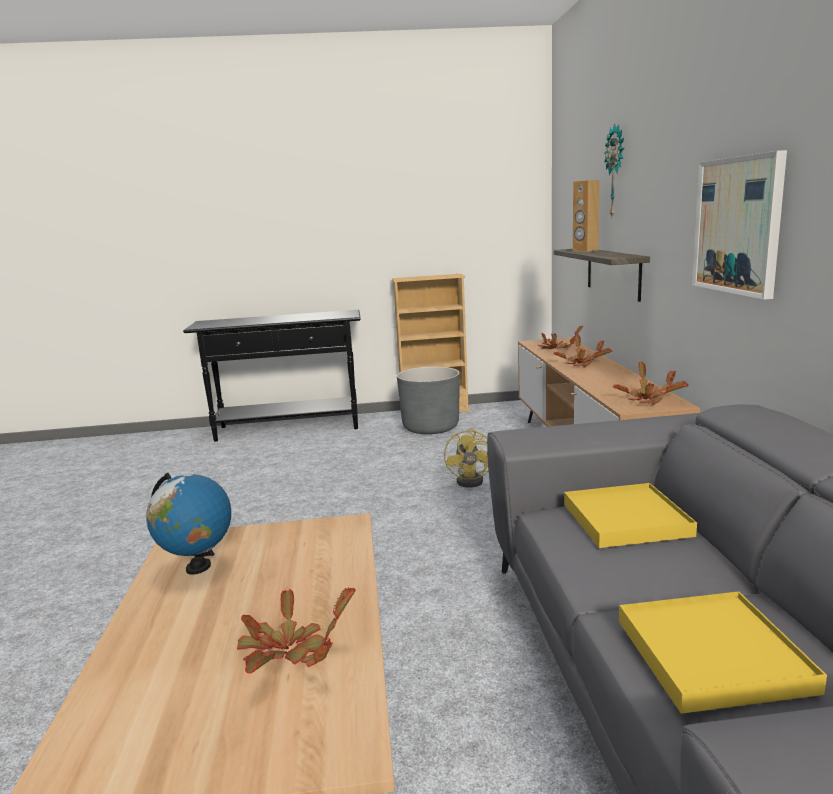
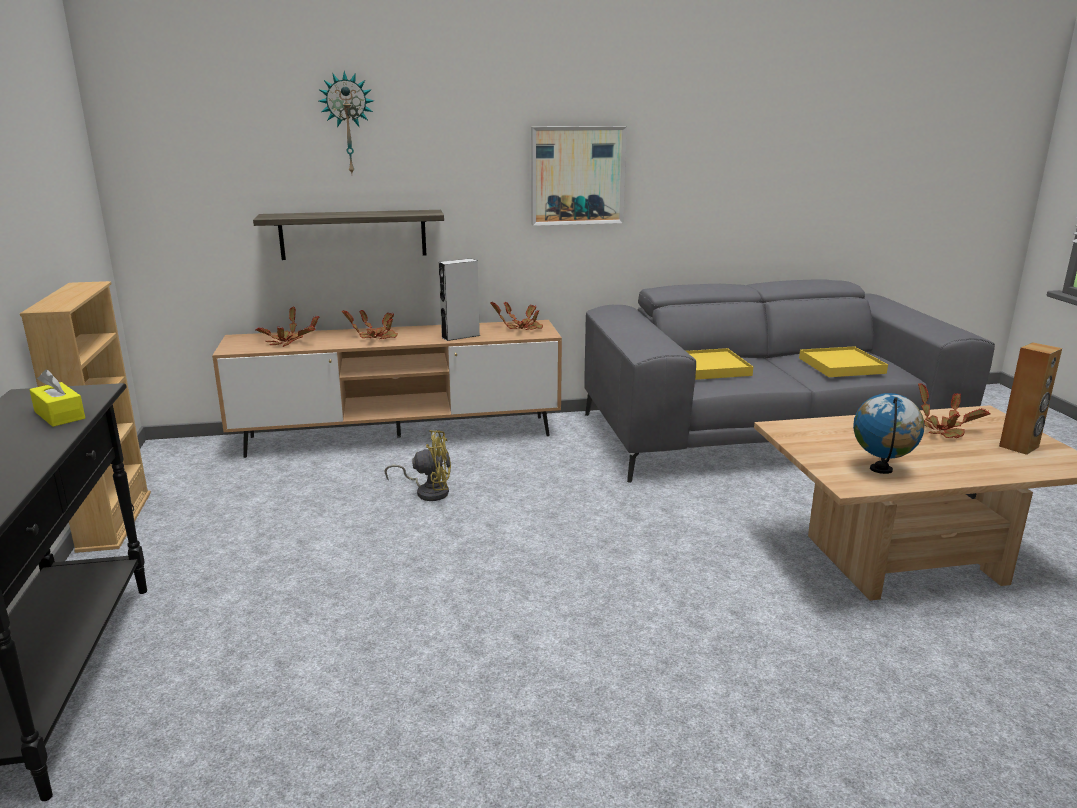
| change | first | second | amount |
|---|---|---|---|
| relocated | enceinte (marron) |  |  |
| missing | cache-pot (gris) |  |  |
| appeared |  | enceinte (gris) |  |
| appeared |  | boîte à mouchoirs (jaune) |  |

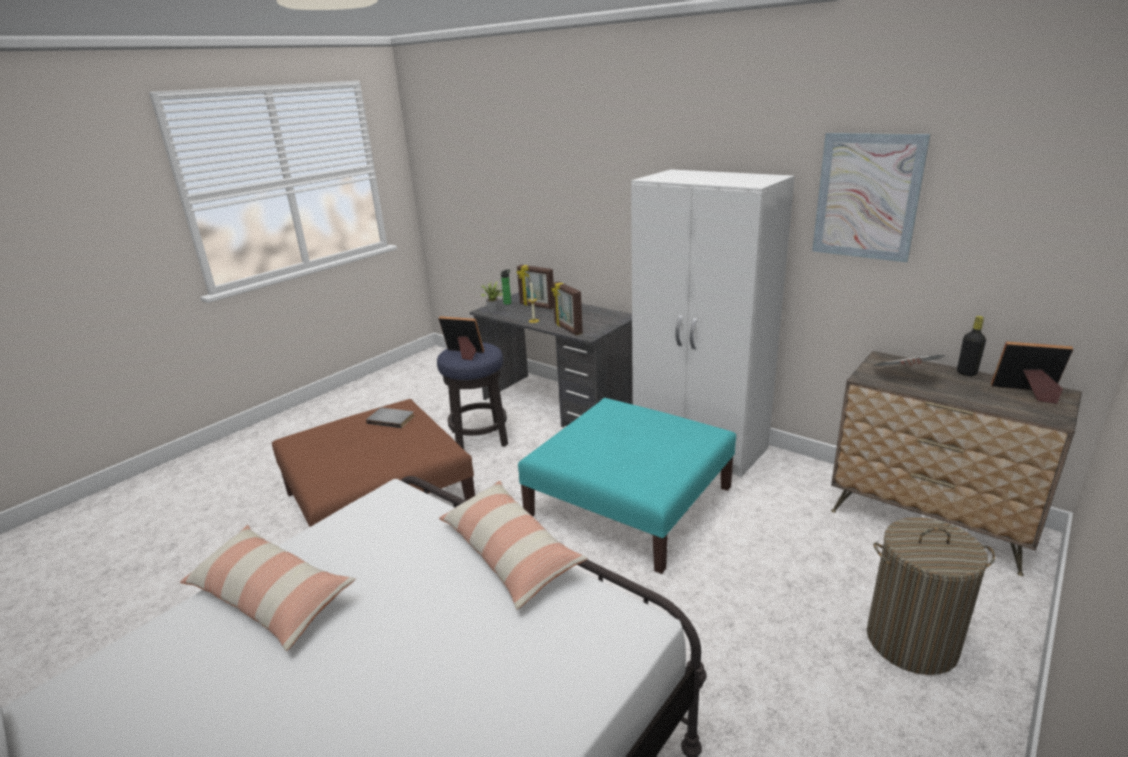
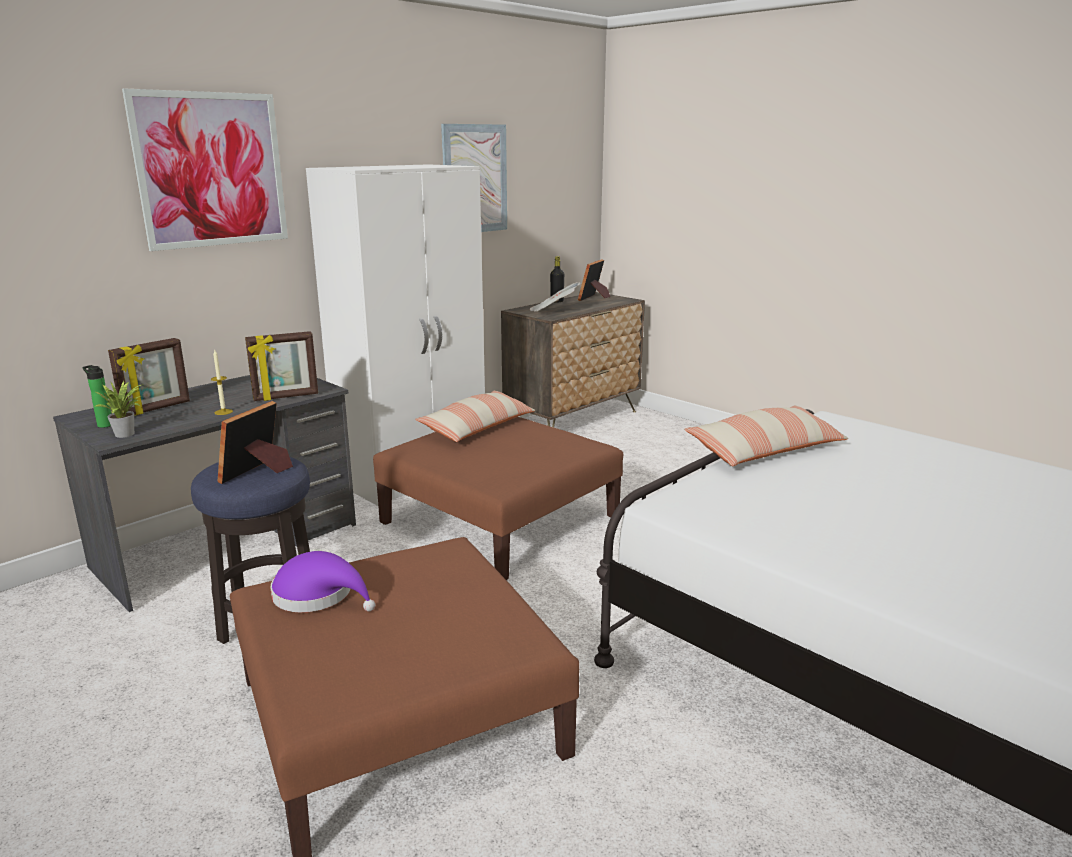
| change | first | second | amount |
|---|---|---|---|
| colour | pouf (turquoise) | pouf (marron) (no. 2 from left) |  |
| exchanged | livre (gris) | chapeau (violet) |  |
| missing | panier à linge |  |  |
| relocated | coussin (no. 1 from left) |  |  |
| appeared |  | tableau (no. 1 from left) |  |

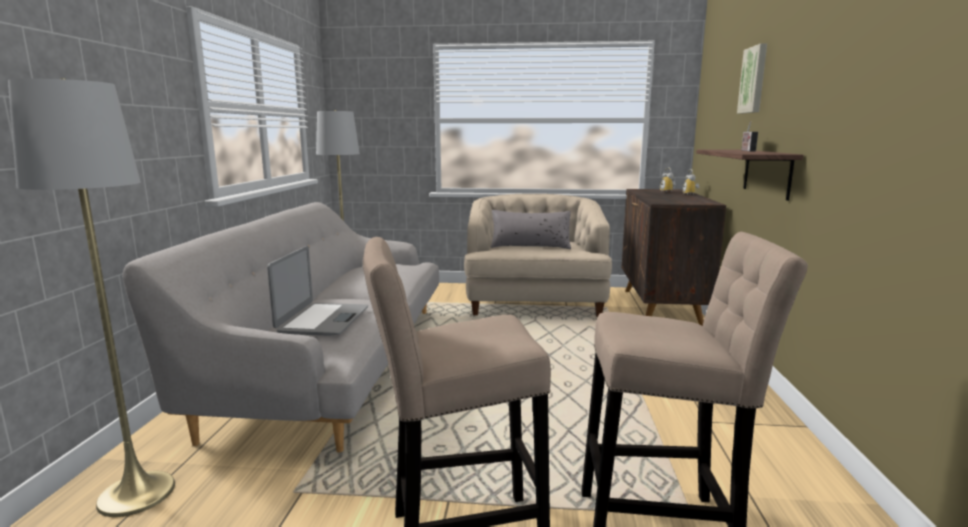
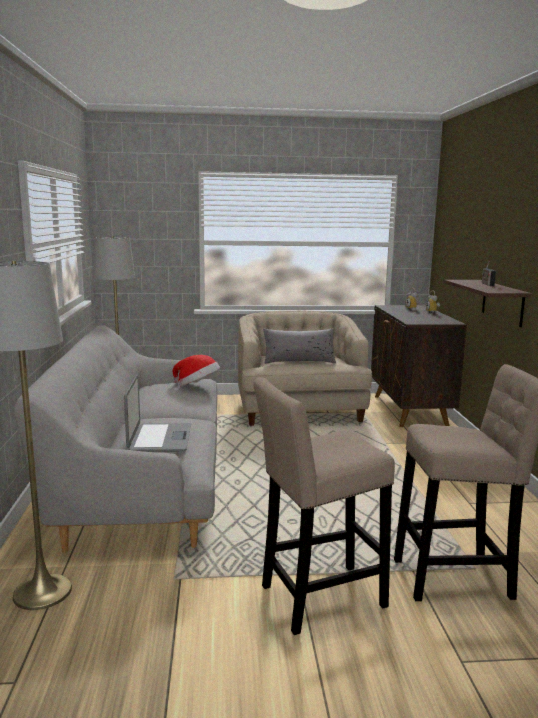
| change | first | second | amount |
|---|---|---|---|
| missing | tableau |  |  |
| appeared |  | chapeau |  |

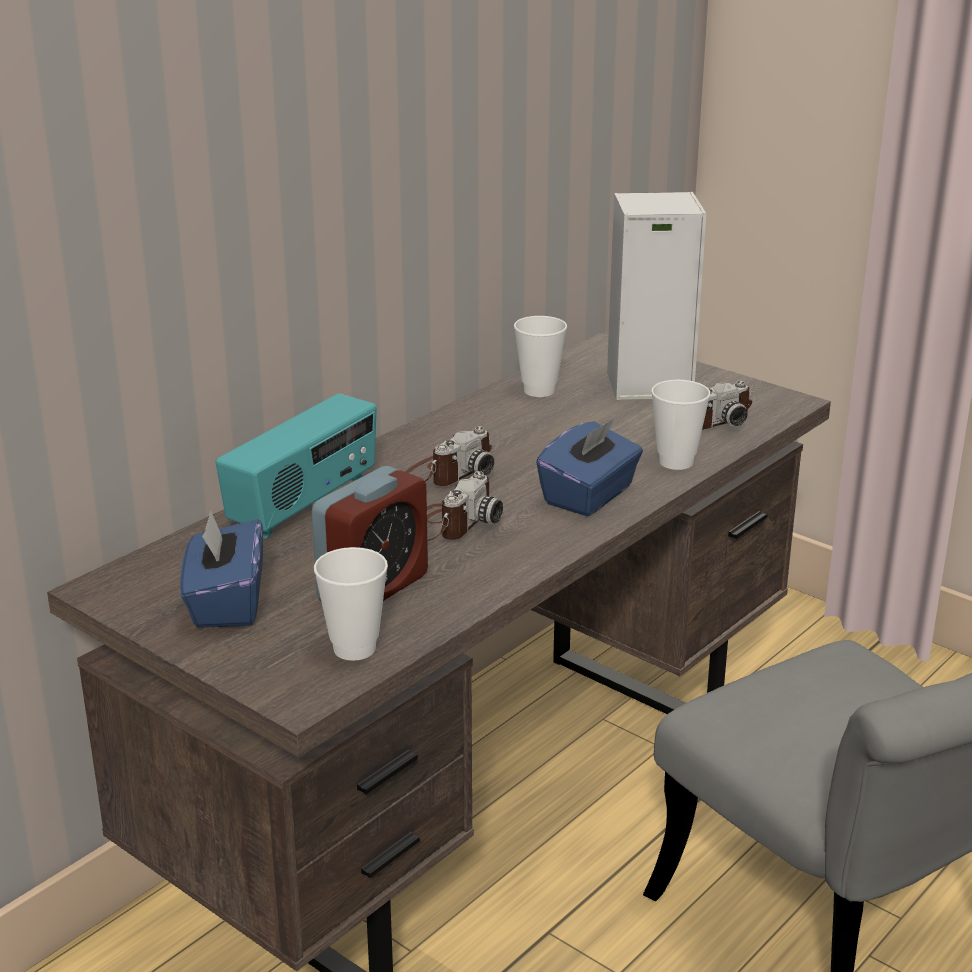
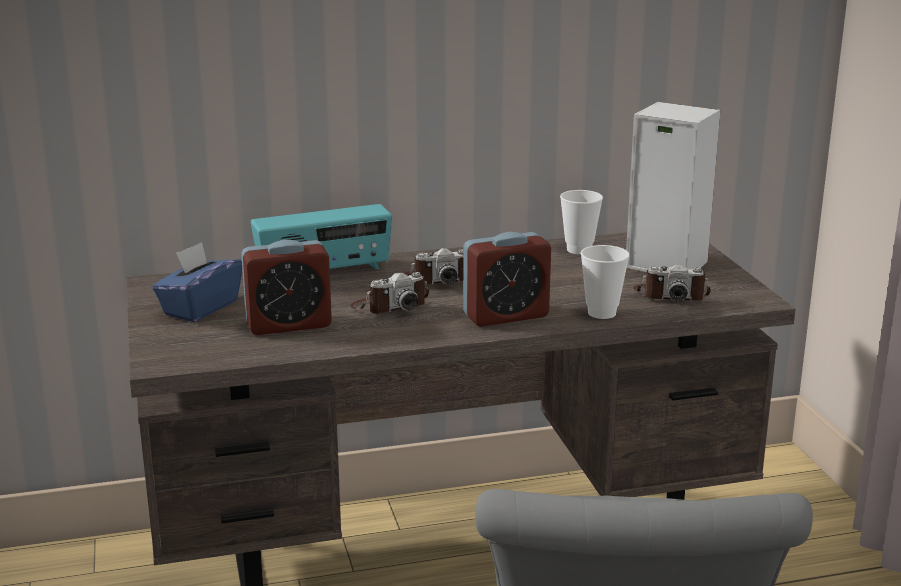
| change | first | second | amount |
|---|---|---|---|
| exchanged | boîte à mouchoirs (bleu) (no. 2 from left) | réveil (no. 2 from left) |  |
| missing | tasse (no. 1 from left) |  |  |

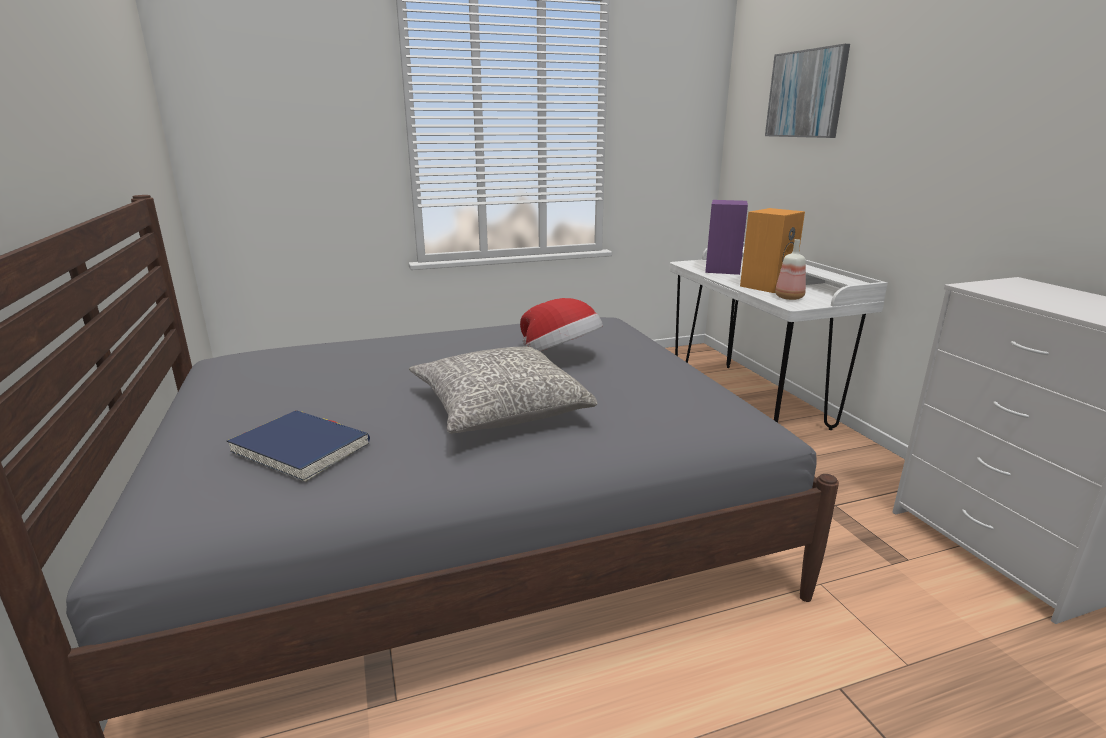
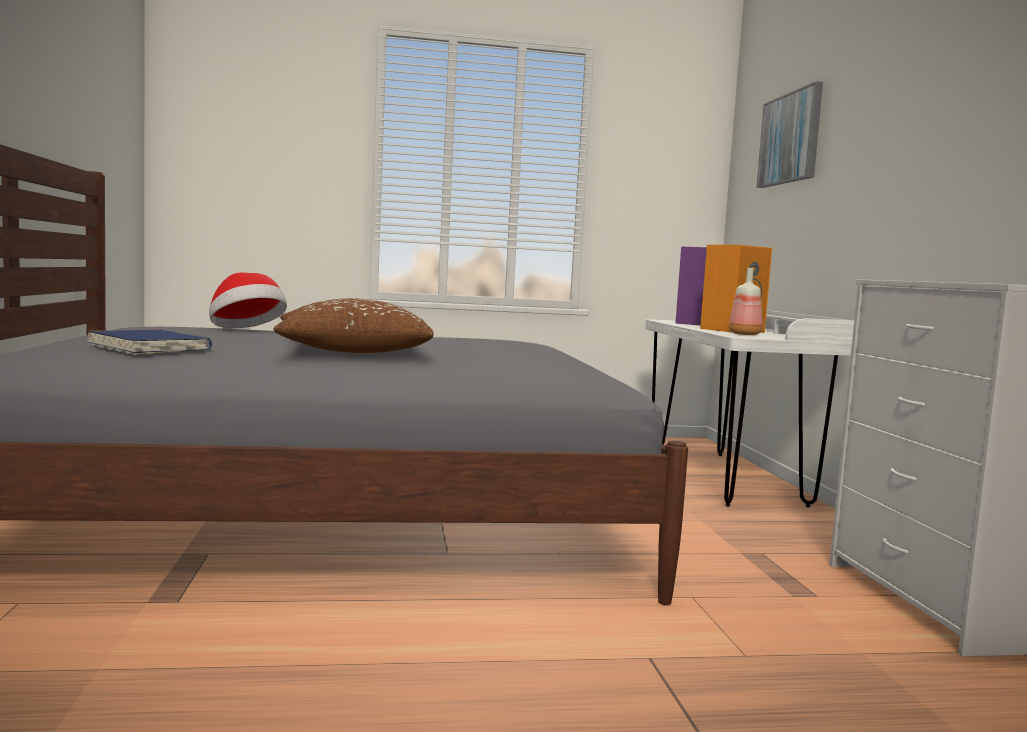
| change | first | second | amount |
|---|---|---|---|
| relocated | chapeau |  |  |
| colour | coussin (gris) | coussin (marron) |  |

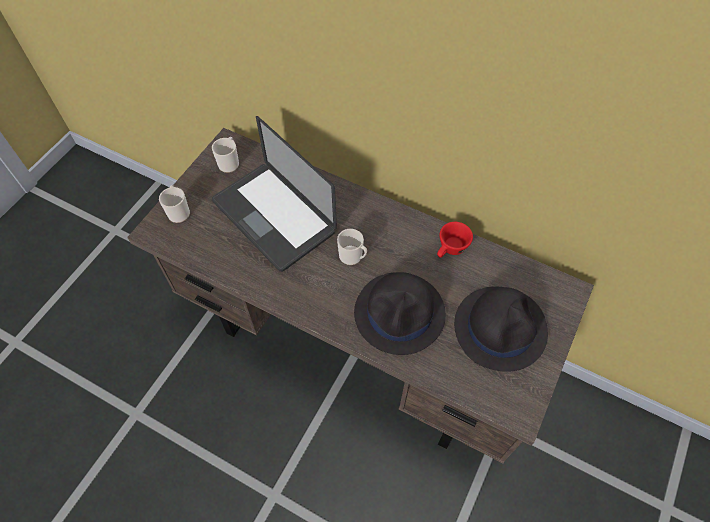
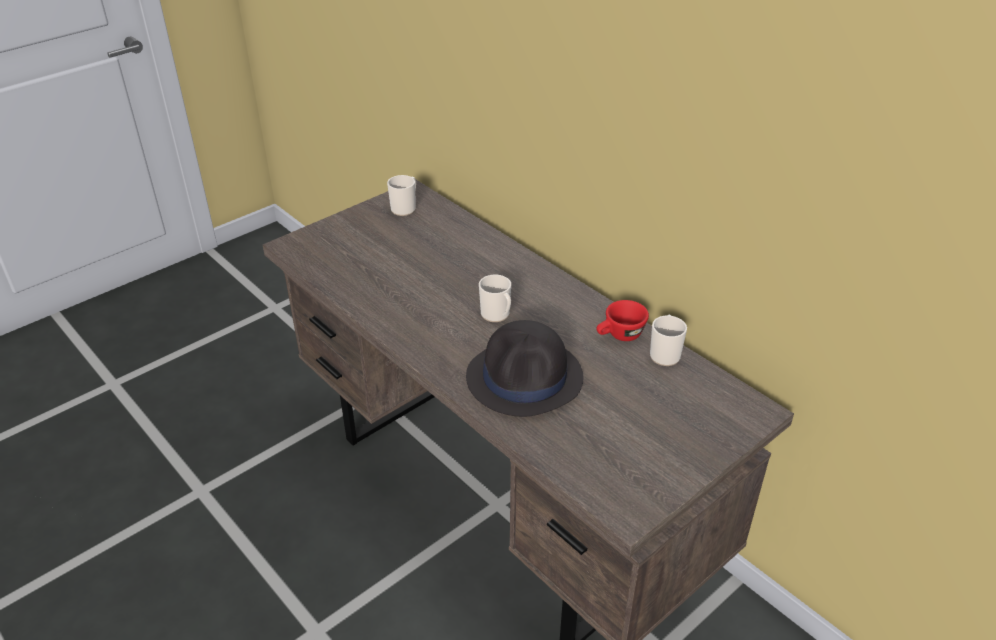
| change | first | second | amount |
|---|---|---|---|
| missing | ordinateur portable |  |  |
| relocated | mug (no. 1 from left in the first image) | mug (no. 3 from left) |  |
| missing | chapeau (noir) (no. 2 from left) |  |  |

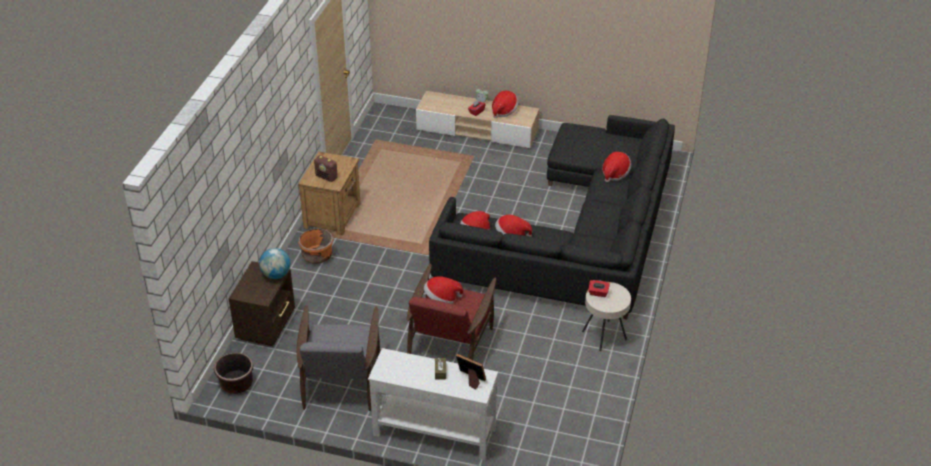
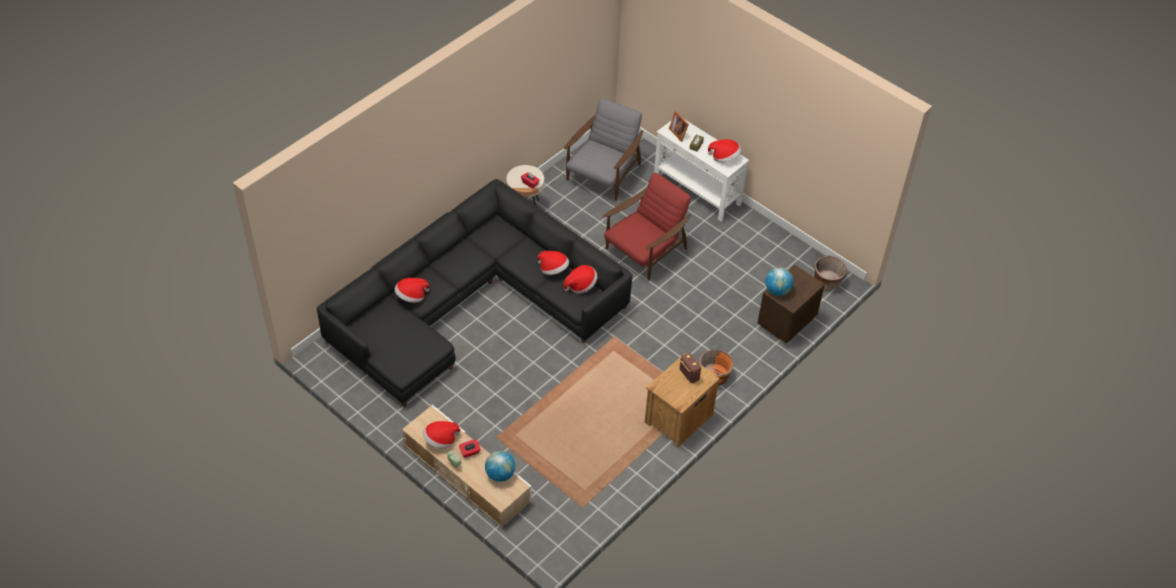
| change | first | second | amount |
|---|---|---|---|
| relocated | chapeau (no. 1 from left in the first image) | chapeau (no. 5 from left) |  |
| relocated | fauteuil (gris) |  |  |
| appeared |  | globe (no. 1 from left) |  |

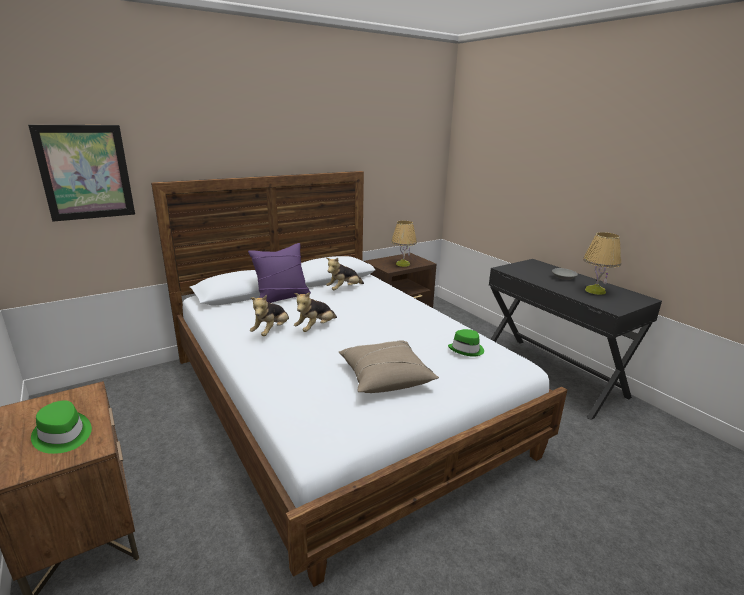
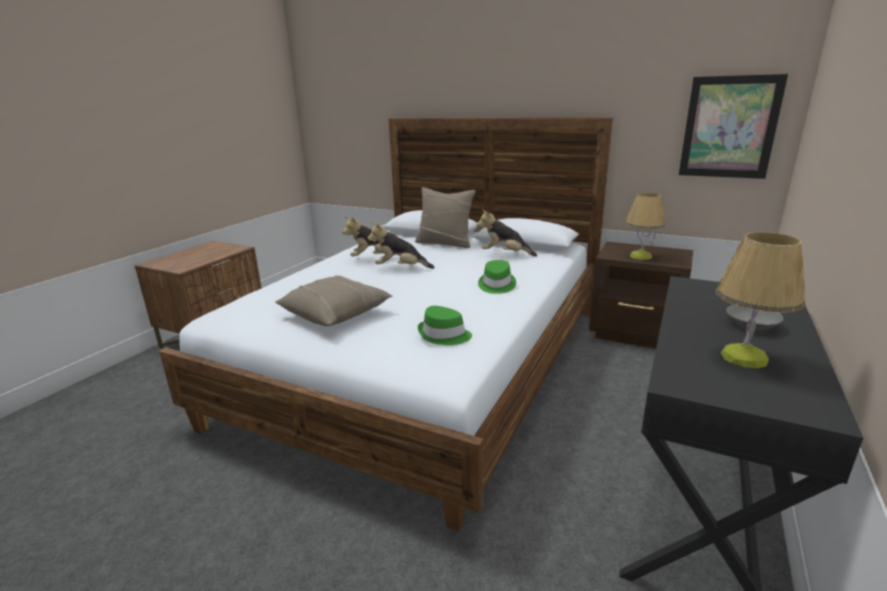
| change | first | second | amount |
|---|---|---|---|
| relocated | tableau |  |  |
| colour | coussin (violet) | coussin (beige) (no. 2 from left) |  |
| relocated | chapeau (vert) (no. 1 from left in the first image) | chapeau (vert) (no. 2 from left) |  |

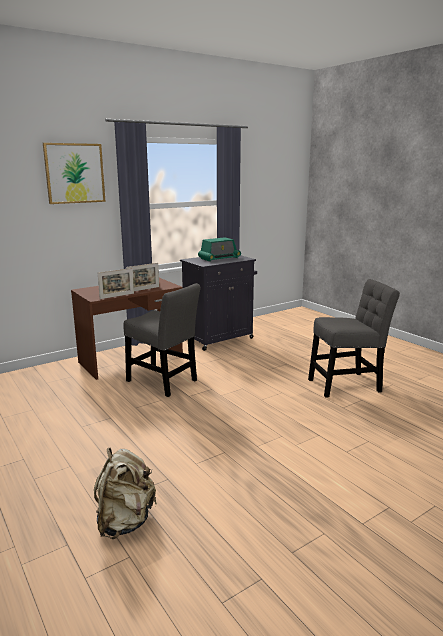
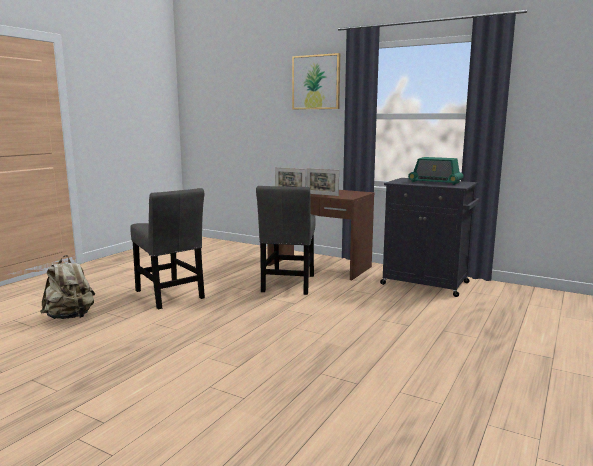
| change | first | second | amount |
|---|---|---|---|
| relocated | chaise (gris) (no. 2 from left in the first image) | chaise (gris) (no. 1 from left) |  |

